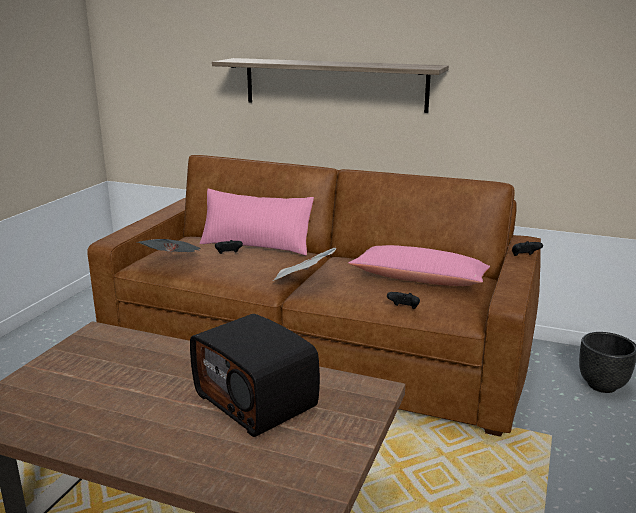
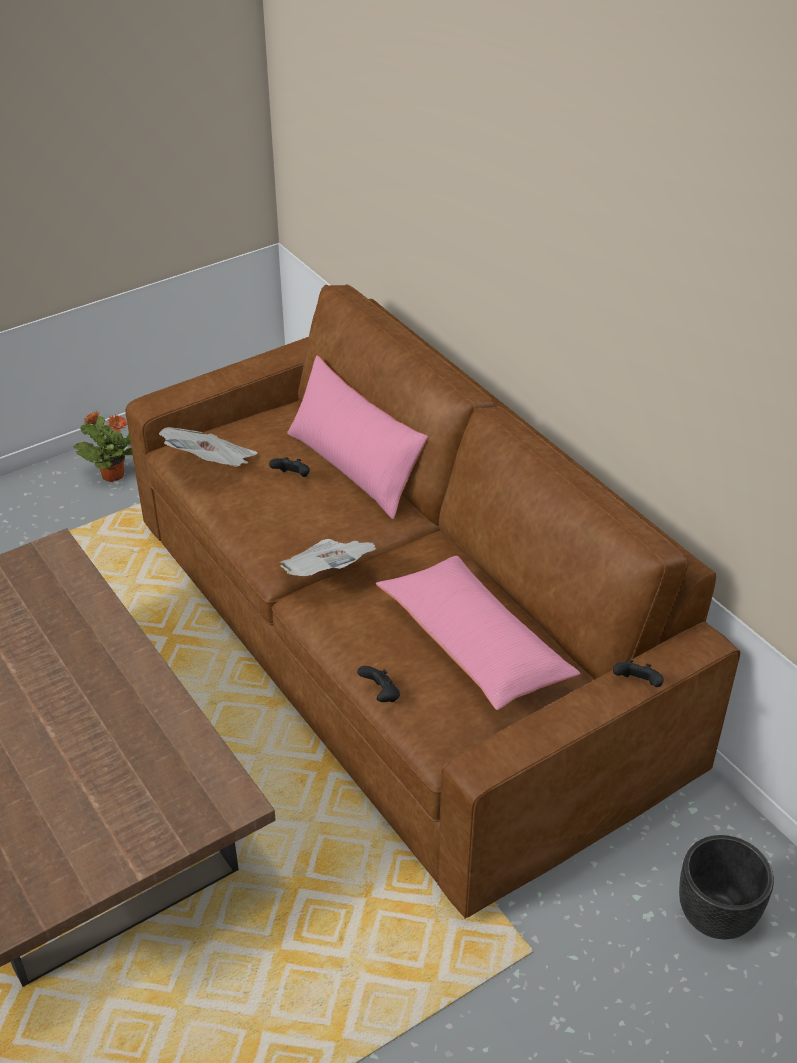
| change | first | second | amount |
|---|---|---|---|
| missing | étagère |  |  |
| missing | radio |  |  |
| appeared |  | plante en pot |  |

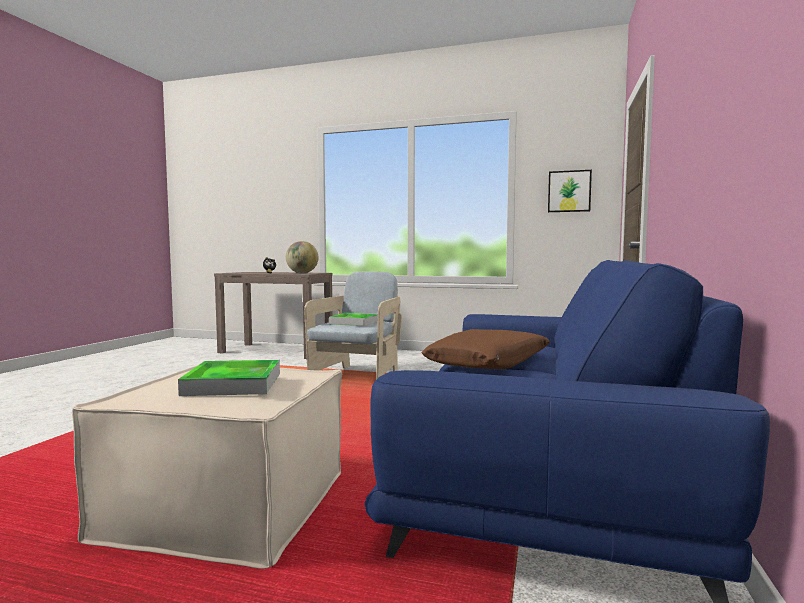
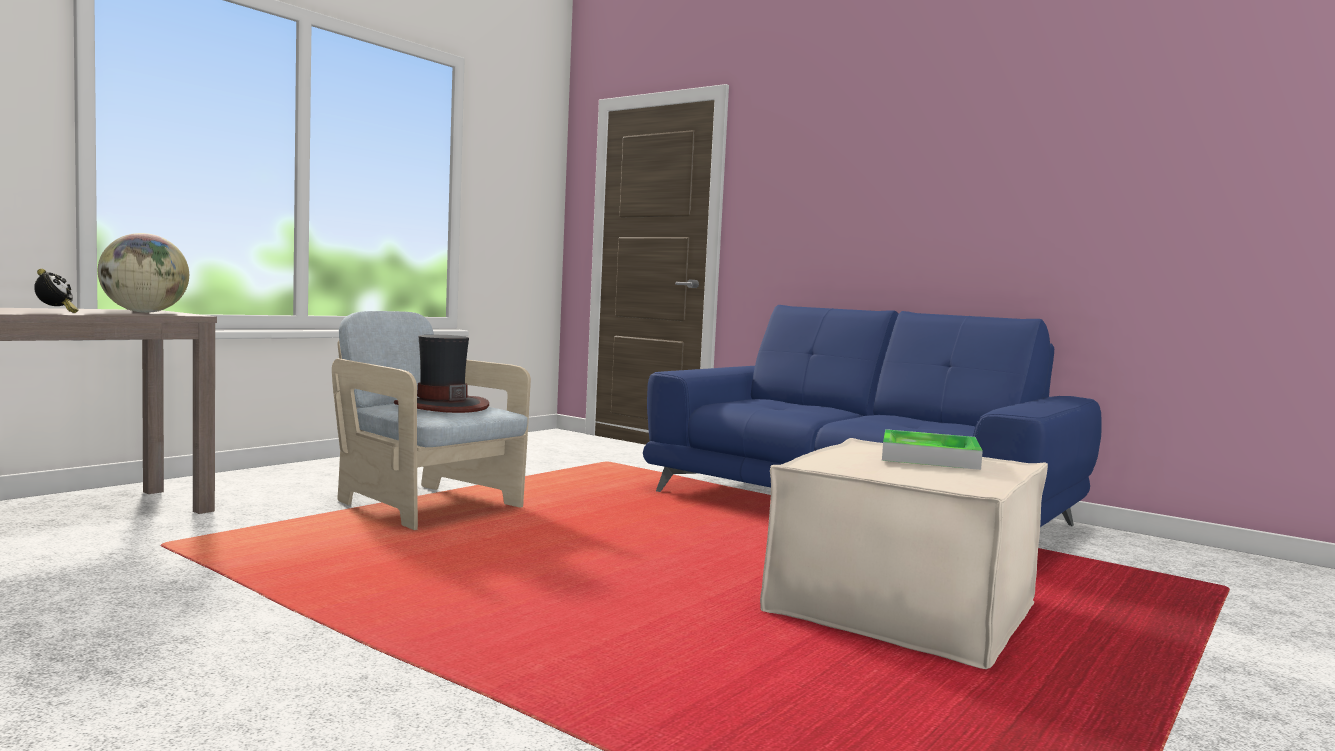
| change | first | second | amount |
|---|---|---|---|
| missing | tableau |  |  |
| exchanged | plateau (no. 2 from left) | chapeau |  |
| missing | coussin (marron) |  |  |

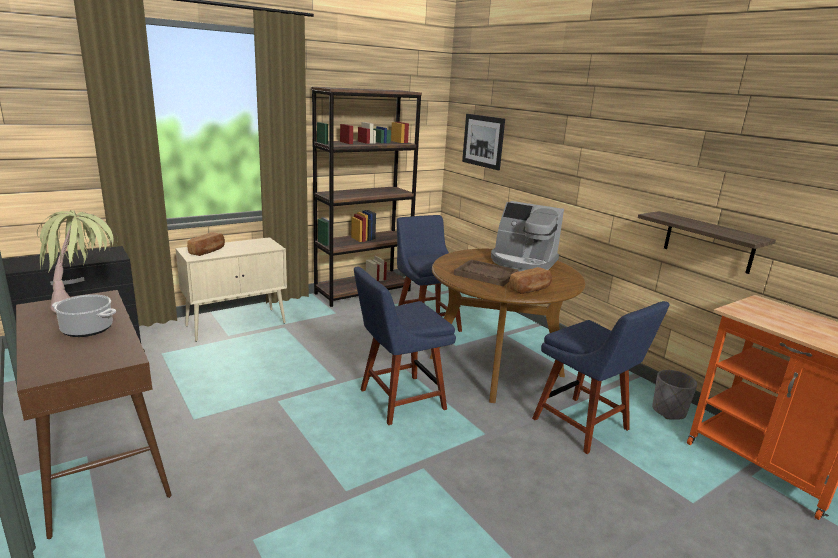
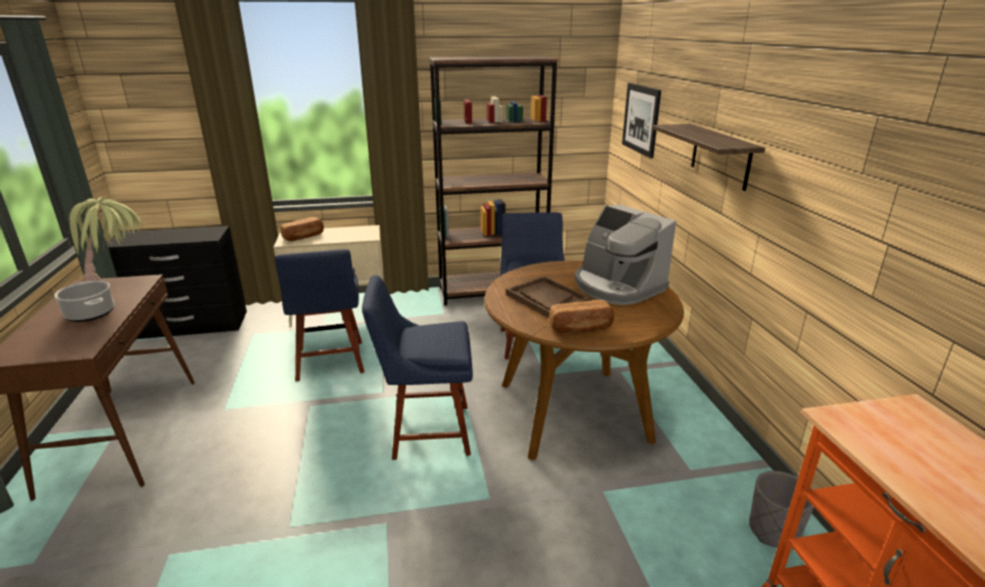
| change | first | second | amount |
|---|---|---|---|
| relocated | étagère |  |  |
| relocated | chaise (bleu) (no. 3 from left in the first image) | chaise (bleu) (no. 1 from left) |  |

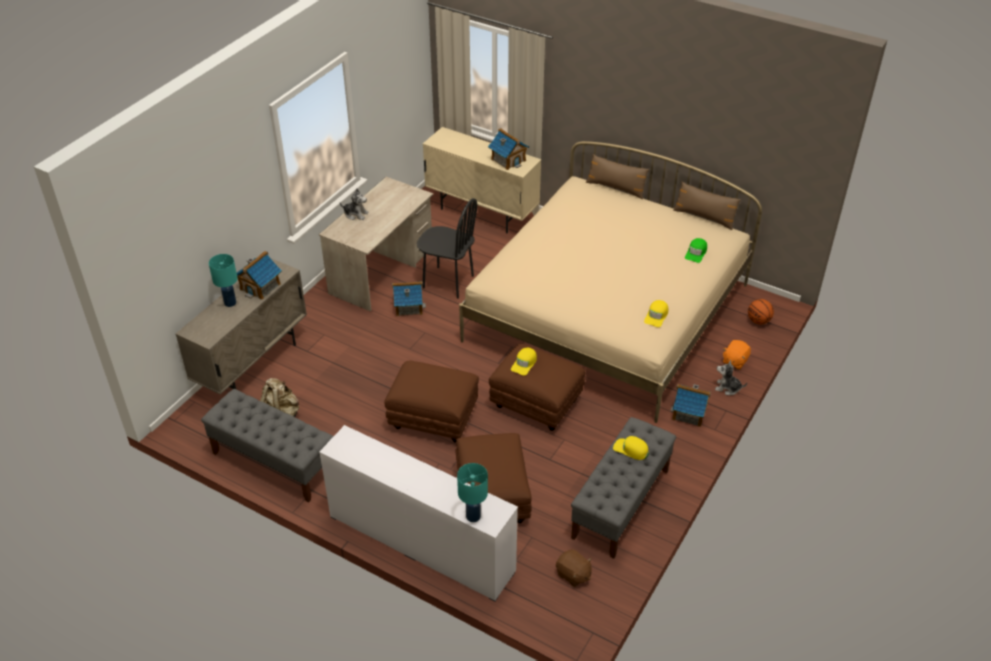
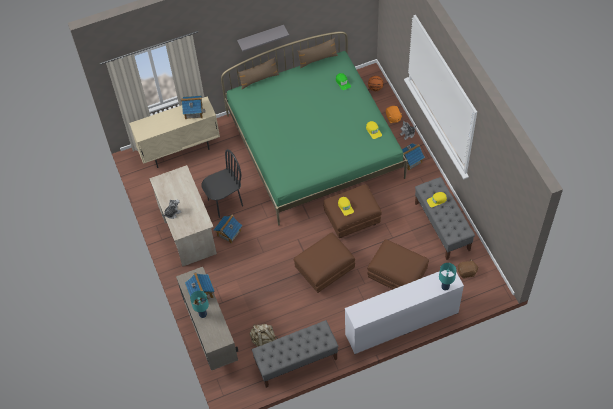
| change | first | second | amount |
|---|---|---|---|
| colour | lit (beige) | lit (vert) |  |
| appeared |  | étagère (gris) |  |

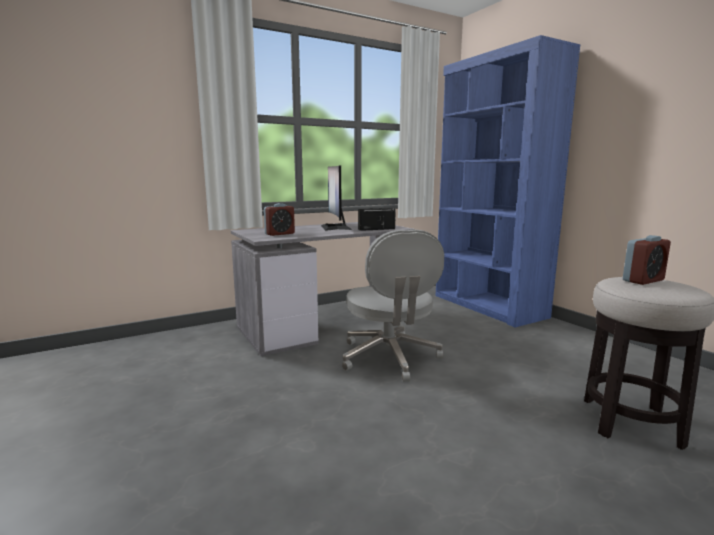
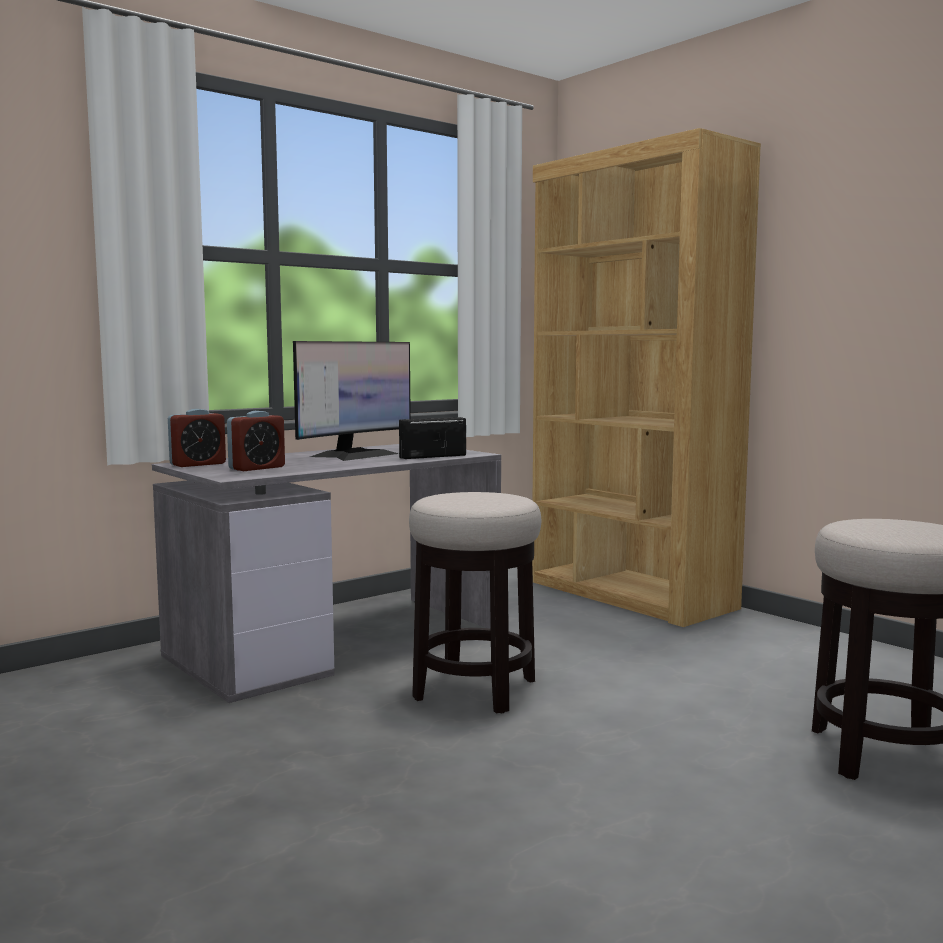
| change | first | second | amount |
|---|---|---|---|
| colour | bibliothèque (bleu) | bibliothèque (marron) |  |
| spun | écran d'ordinateur |  | 120 degrees counterclockwise |
| exchanged | chaise de bureau (gris) | tabouret (no. 1 from left) |  |
| relocated | réveil (no. 2 from left in the first image) | réveil (no. 1 from left) |  |

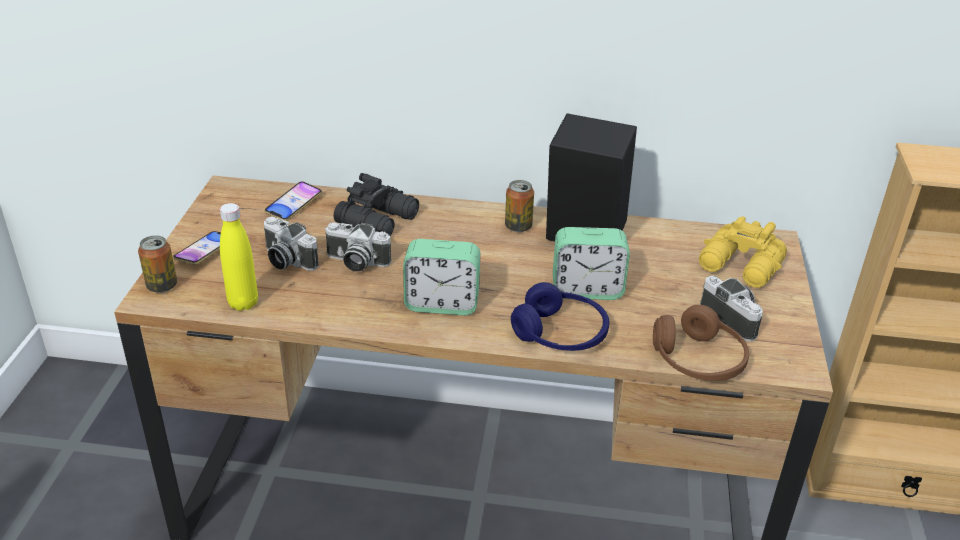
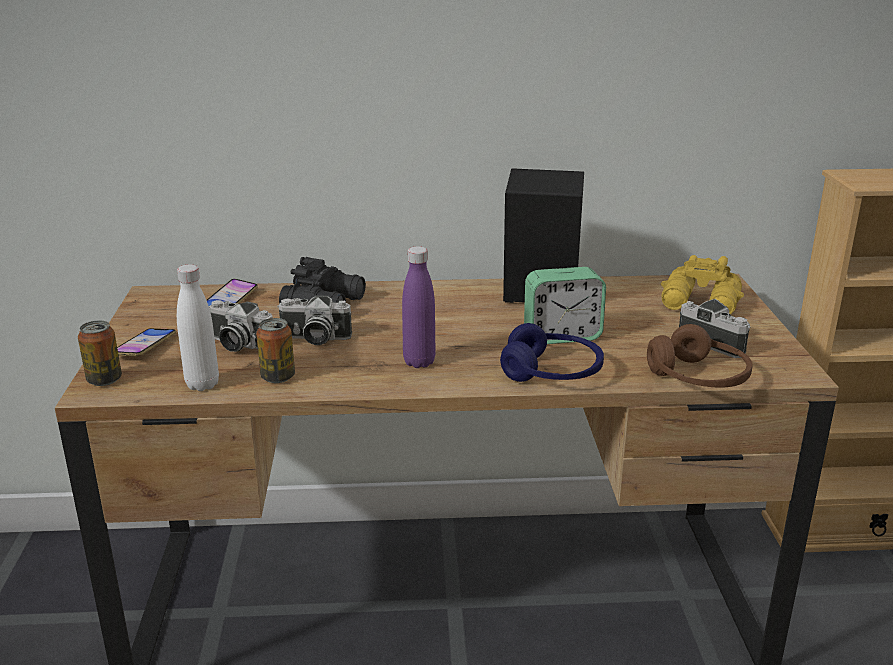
| change | first | second | amount |
|---|---|---|---|
| relocated | boîte métallique (no. 2 from left) |  |  |
| colour | bouteille (jaune) | bouteille (blanc) |  |
| exchanged | réveil (no. 1 from left) | bouteille (violet) |  |

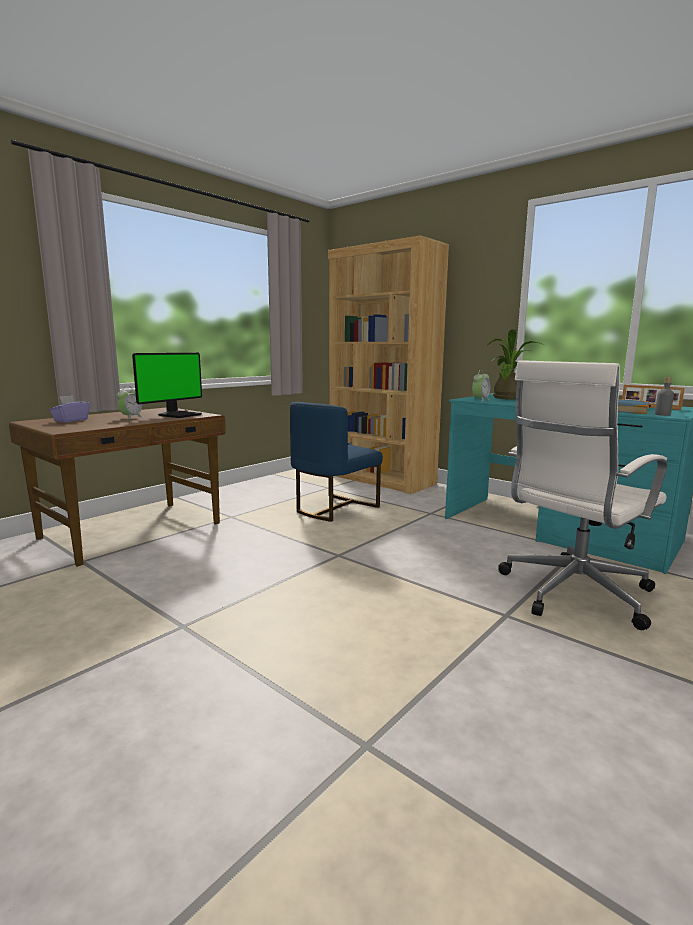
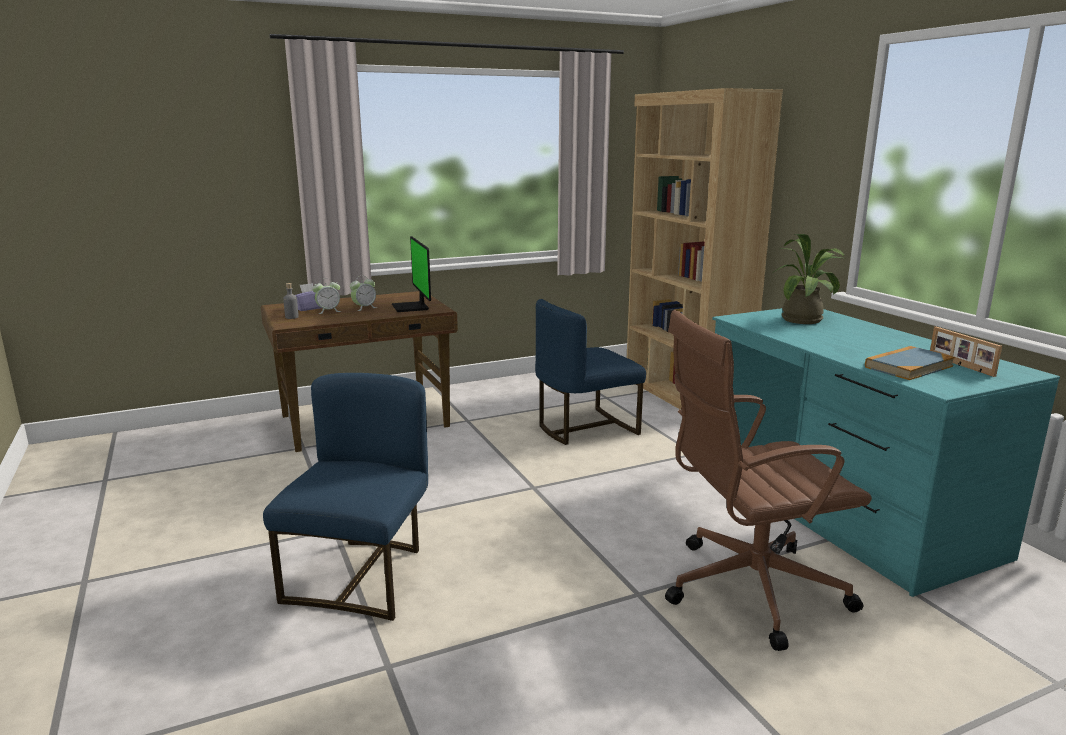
| change | first | second | amount |
|---|---|---|---|
| spun | écran d'ordinateur |  | 105 degrees clockwise |
| colour | chaise de bureau (blanc) | chaise de bureau (marron) |  |
| relocated | réveil (no. 2 from left in the first image) | réveil (no. 1 from left) |  |
| relocated | bouteille (gris) |  |  |
| appeared |  | chaise (bleu) (no. 1 from left) |  |

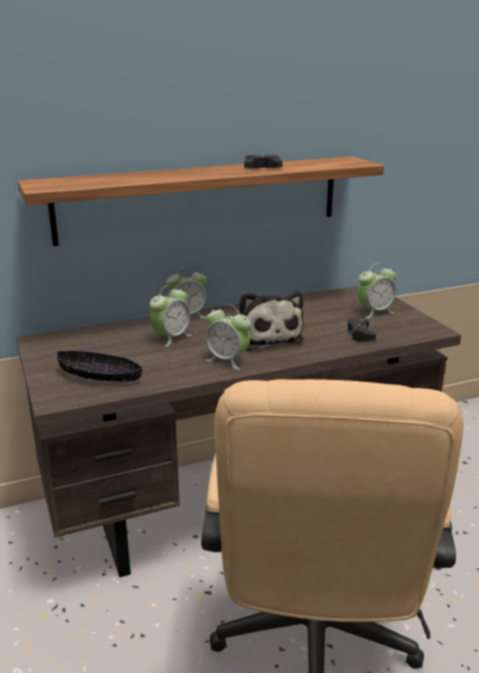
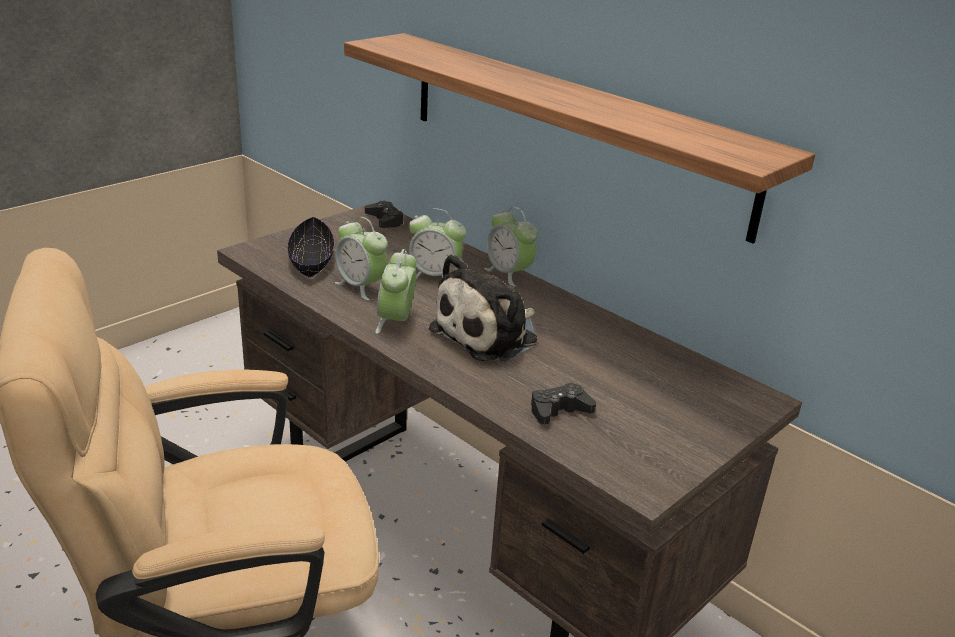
| change | first | second | amount |
|---|---|---|---|
| relocated | manette (noir) (no. 1 from left) |  |  |
| relocated | réveil (no. 4 from left in the first image) | réveil (no. 1 from left) |  |

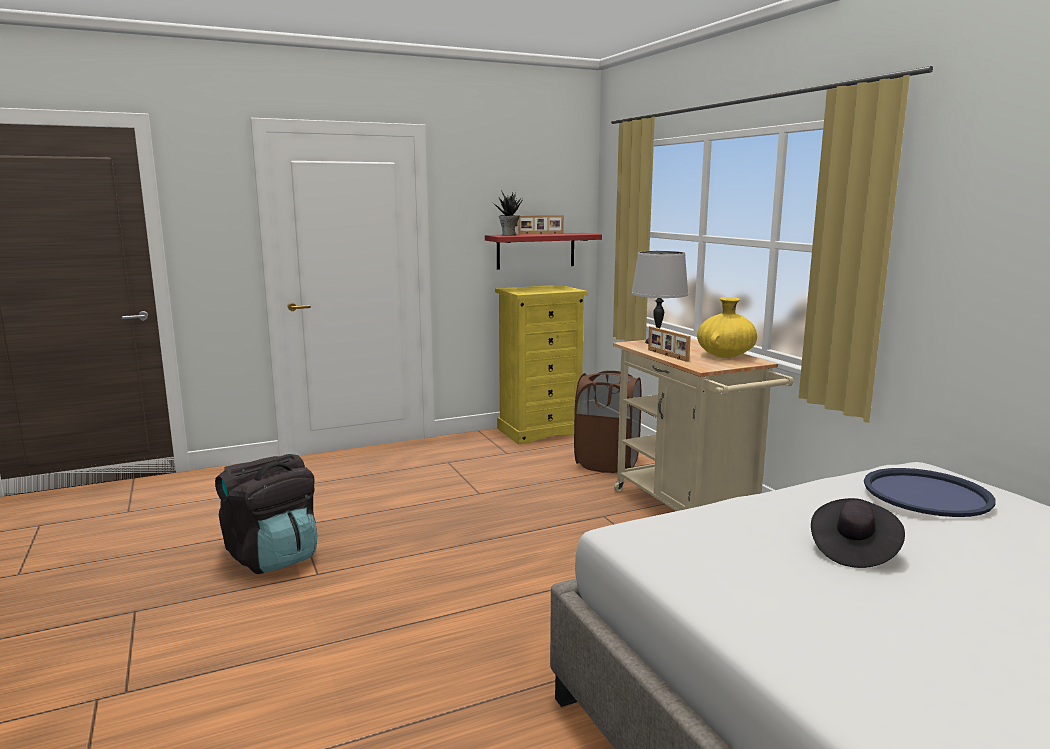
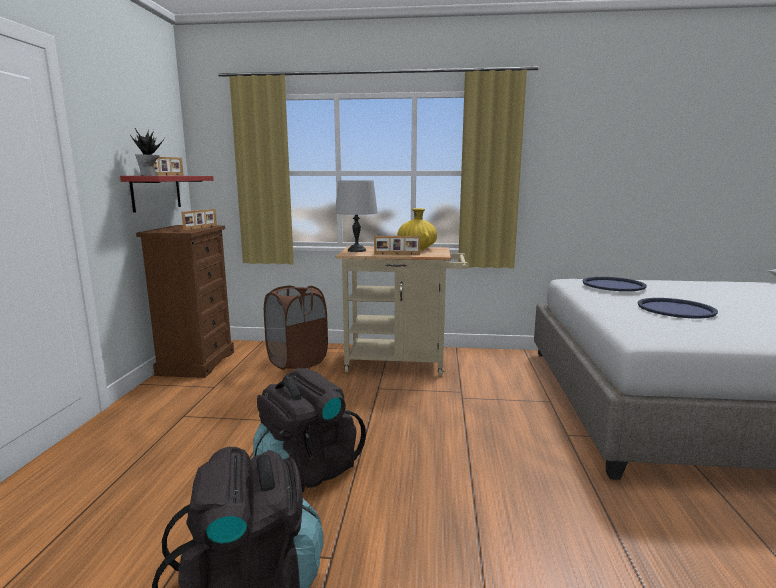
| change | first | second | amount |
|---|---|---|---|
| colour | commode (jaune) | commode (marron) |  |
| exchanged | chapeau (noir) | plateau (bleu) (no. 2 from left) |  |
| appeared |  | cadre photo (no. 2 from left) |  |
| appeared |  | sac à dos (noir) (no. 2 from left) |  |

